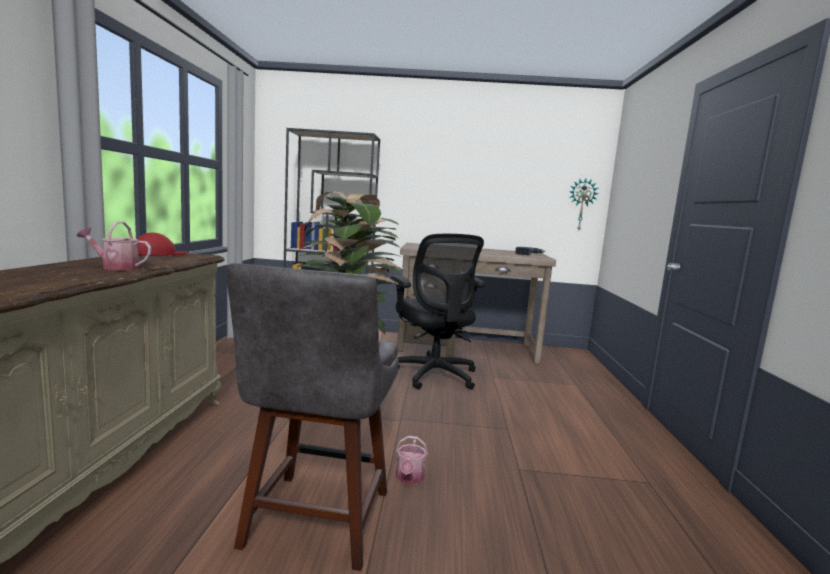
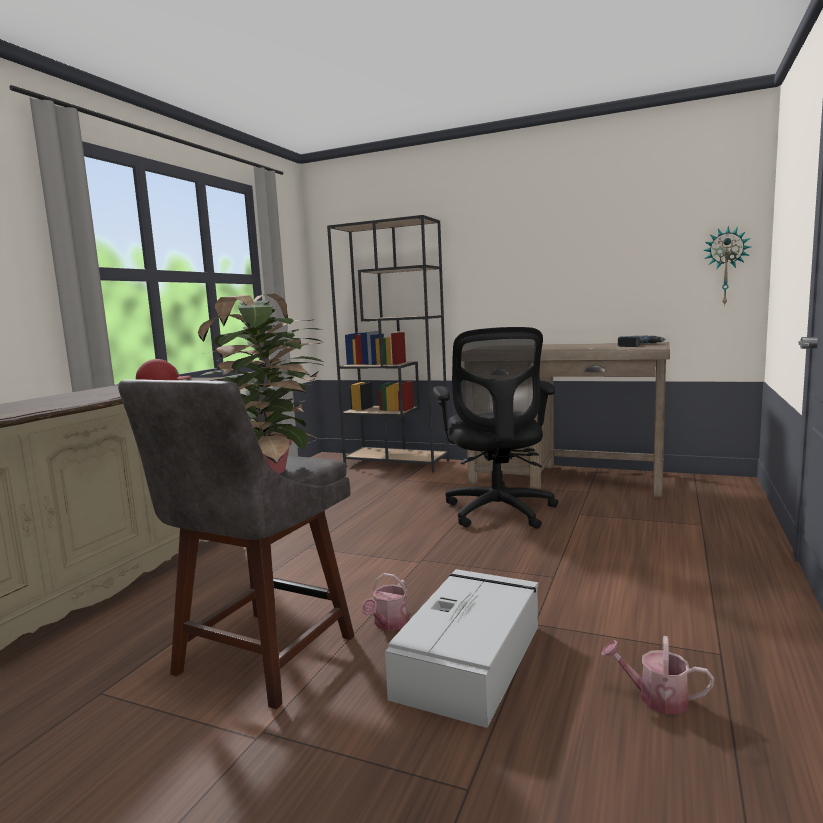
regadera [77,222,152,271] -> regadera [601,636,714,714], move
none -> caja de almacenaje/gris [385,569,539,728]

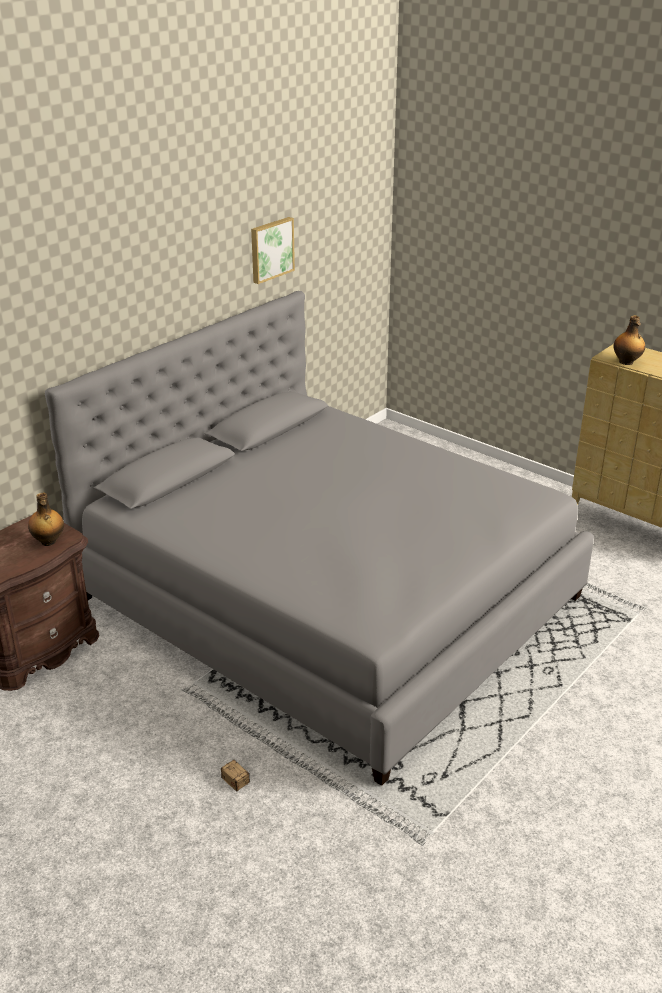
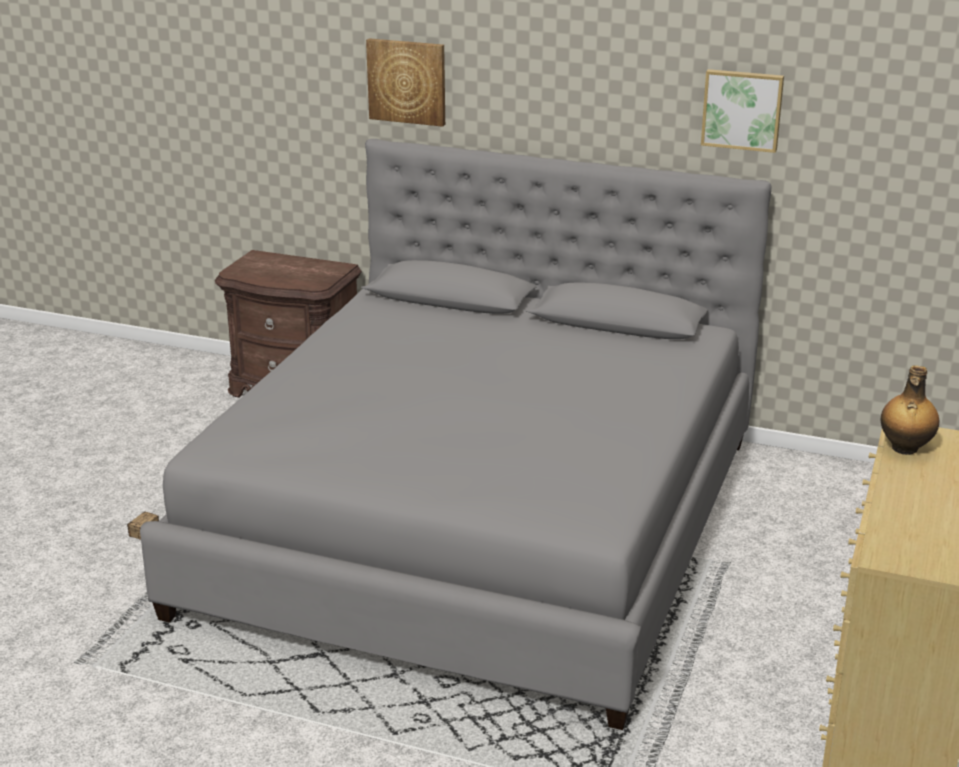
botella [28,493,64,546] -> none
none -> cuadro [366,38,445,127]

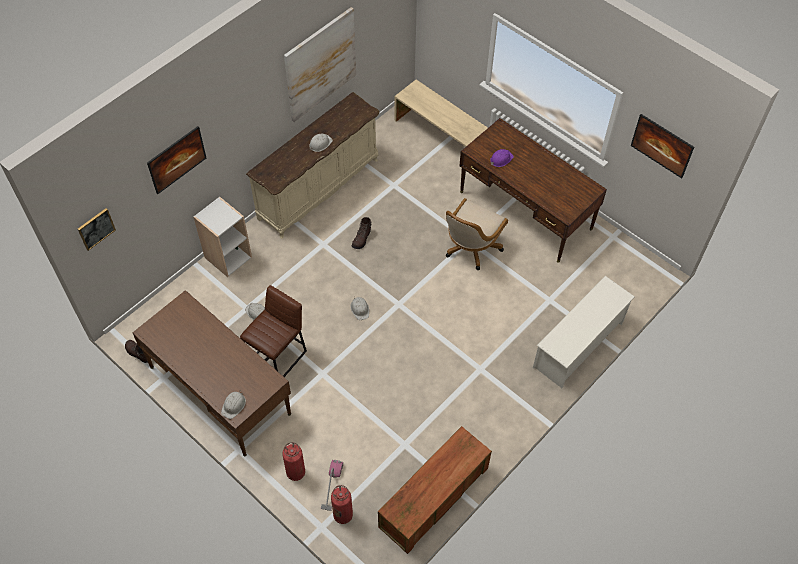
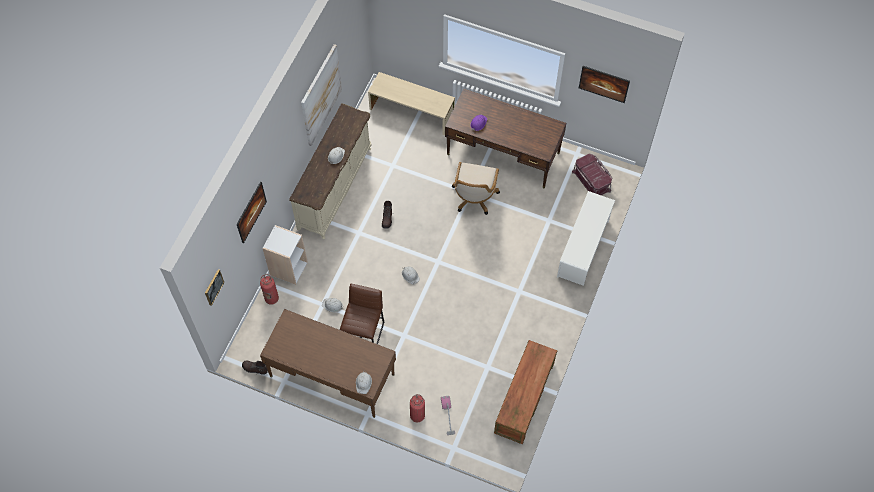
extintor [331,485,353,524] -> extintor [260,274,279,305], move
none -> caja de almacenaje/rojo [572,154,612,195]

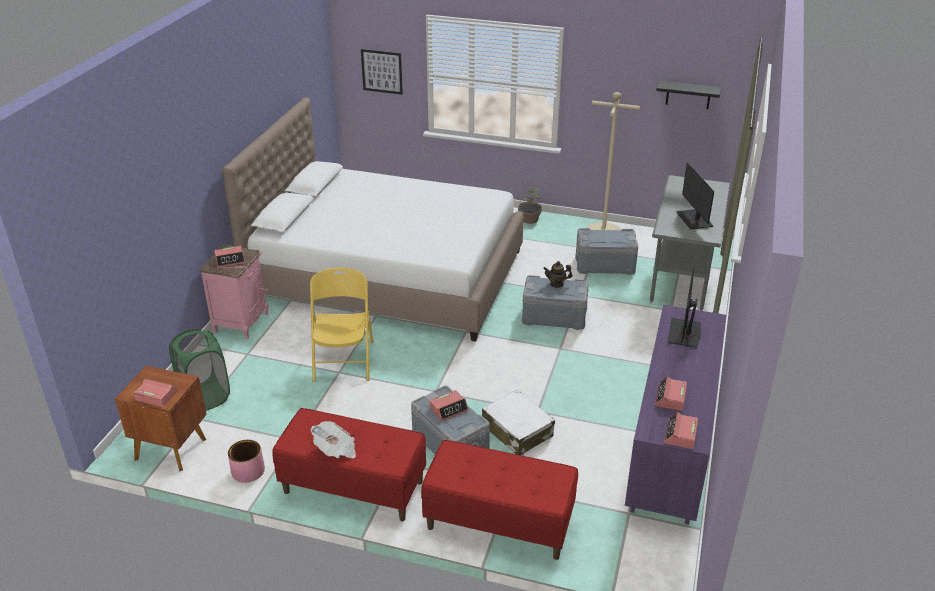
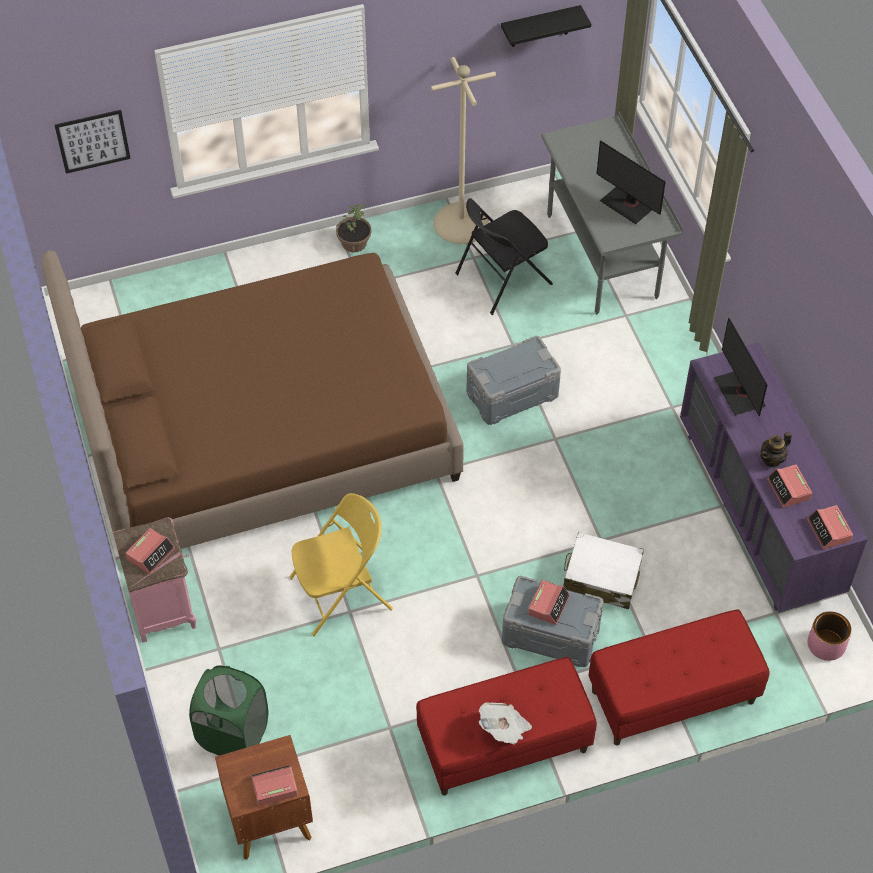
cama/blanco [222,97,523,342] -> cama/marrón [41,250,464,549]
maceta/rosa [228,440,265,483] -> maceta/rosa [808,611,852,661], move
silla/amarillo [310,267,374,382] -> silla/amarillo [289,493,393,637], 105 degrees clockwise
tetera [543,261,573,288] -> tetera [760,432,792,468], move
caja de almacenaje/gris [575,228,638,275] -> silla/negro [455,198,553,315]

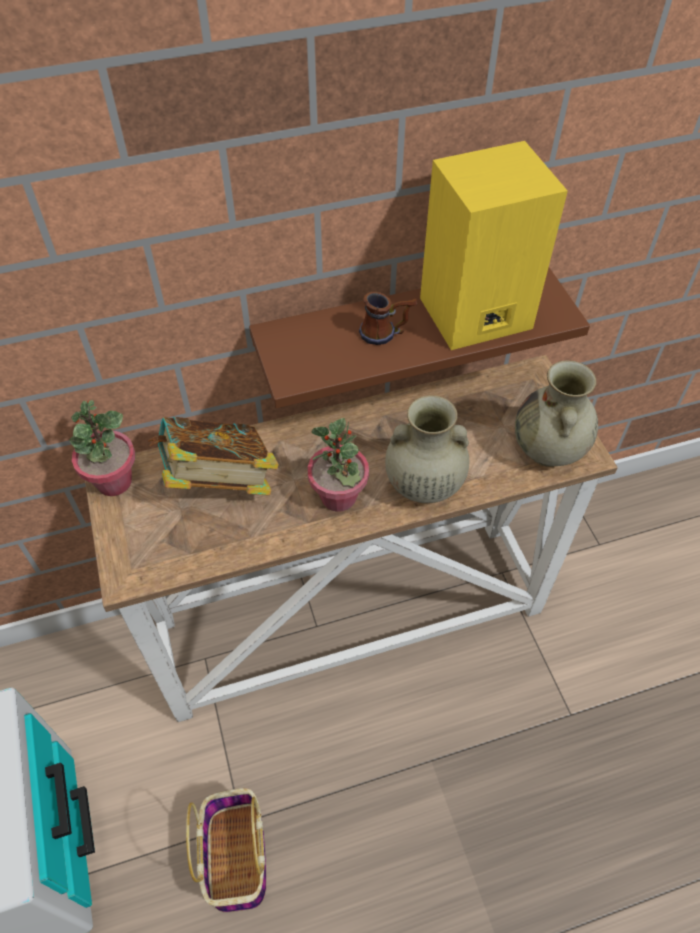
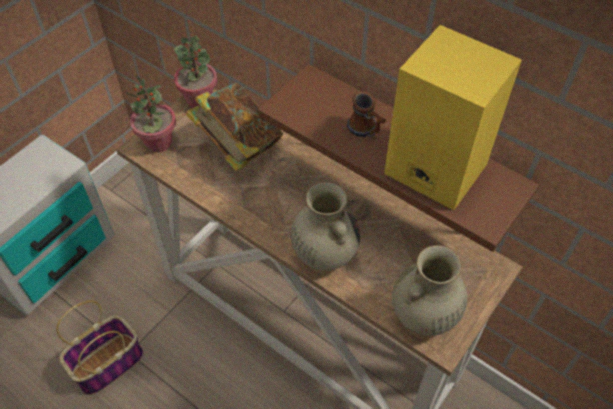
planta en maceta [307,418,369,512] -> planta en maceta [124,75,176,153], move

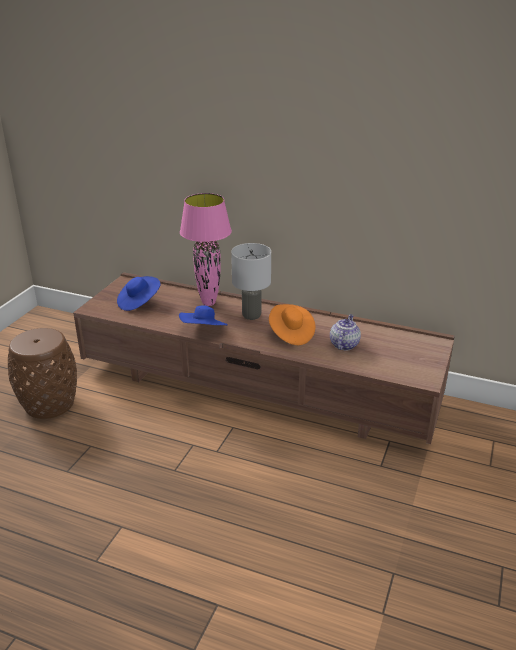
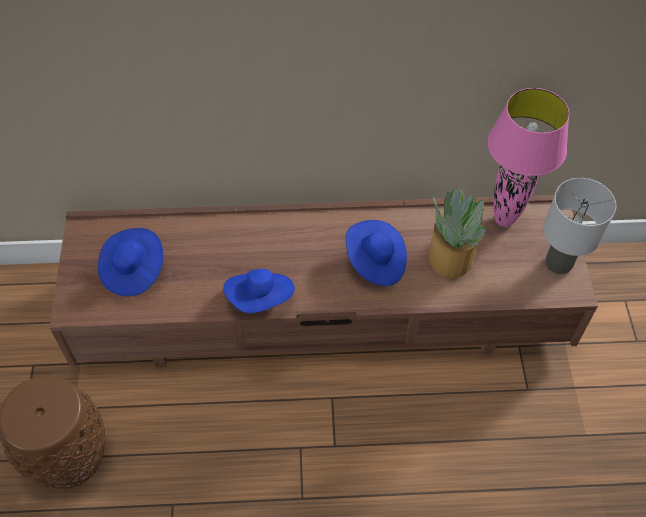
lámpara de mesa/rosa [180,193,232,306] -> lámpara de mesa/rosa [488,88,569,227], move
lámpara de mesa/blanco [231,243,271,320] -> lámpara de mesa/blanco [543,178,616,274], move
sombrero/naranja [269,304,315,345] -> sombrero/azul [346,220,407,286]
tetera [330,314,361,350] -> planta en maceta [429,187,485,278]

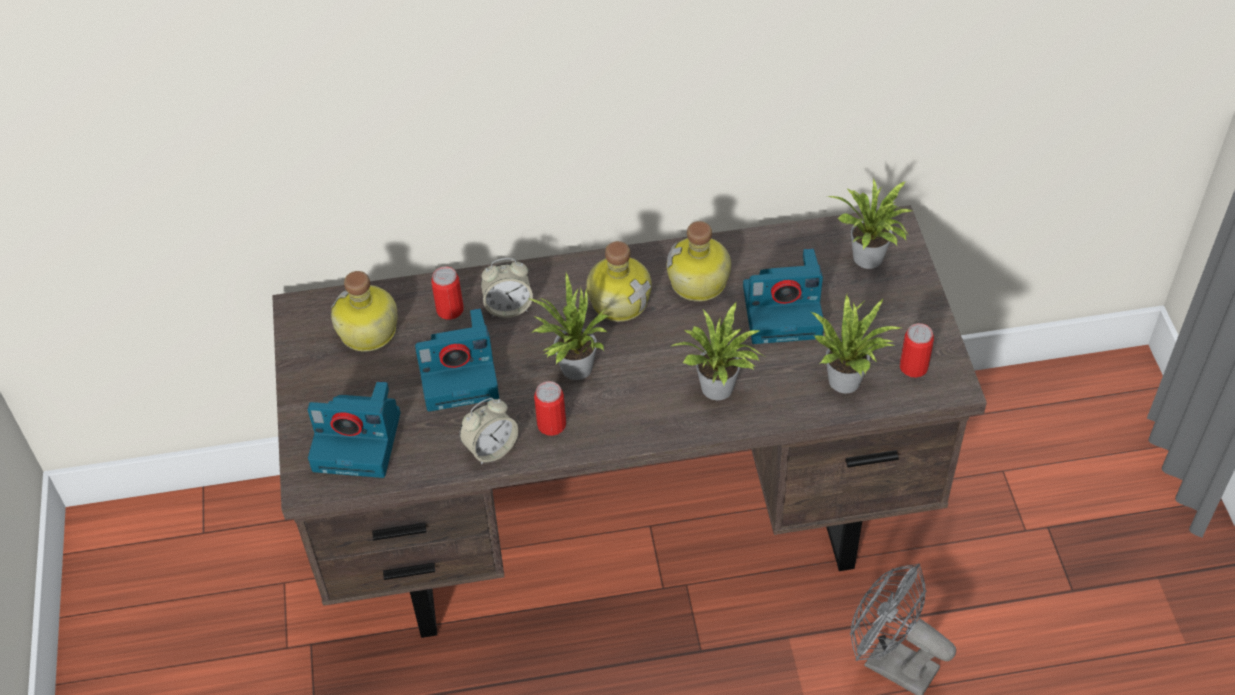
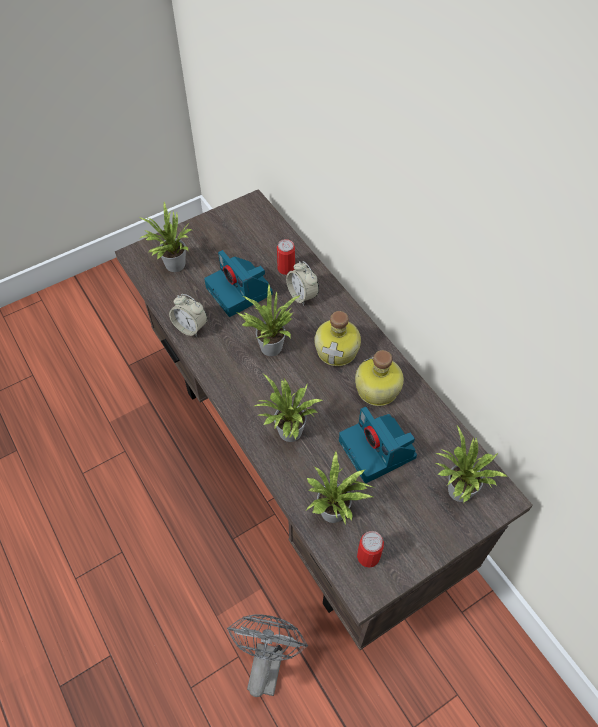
cámara [307,382,400,478] -> planta en maceta [138,202,192,272]
botella [331,271,398,352] -> none
lata [534,381,566,436] -> none

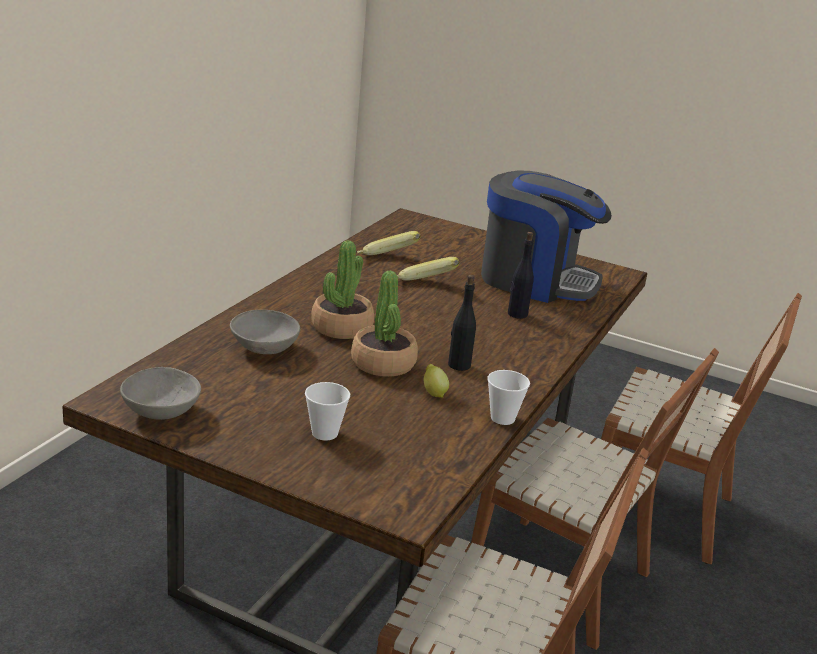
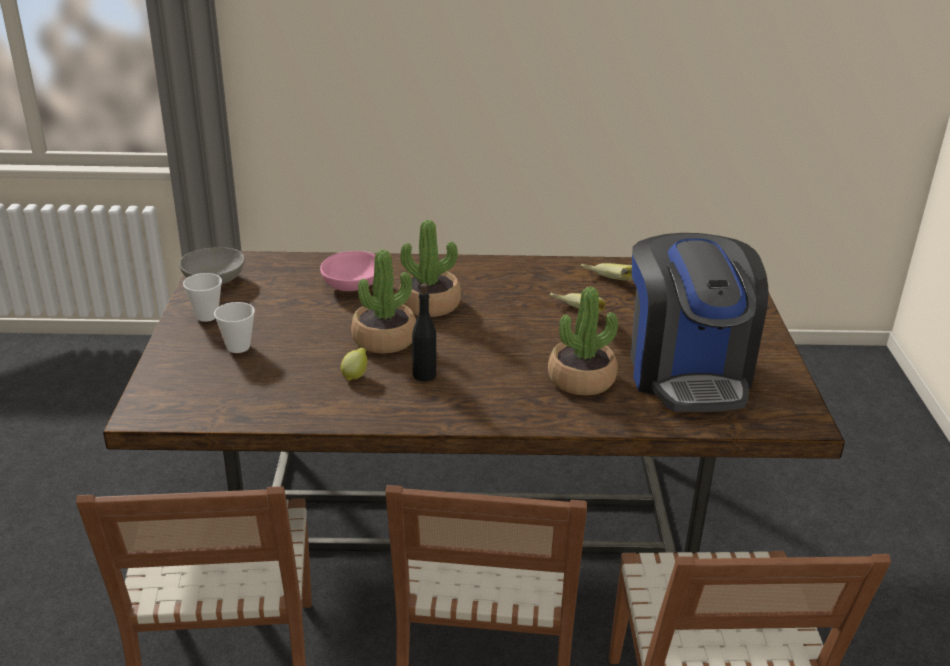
cuenco/gris [230,310,300,354] -> cuenco/rosa [320,251,375,291]
taza [487,370,530,425] -> taza [183,273,222,322], move
botella/negro [508,232,534,319] -> planta en maceta [548,287,618,395]

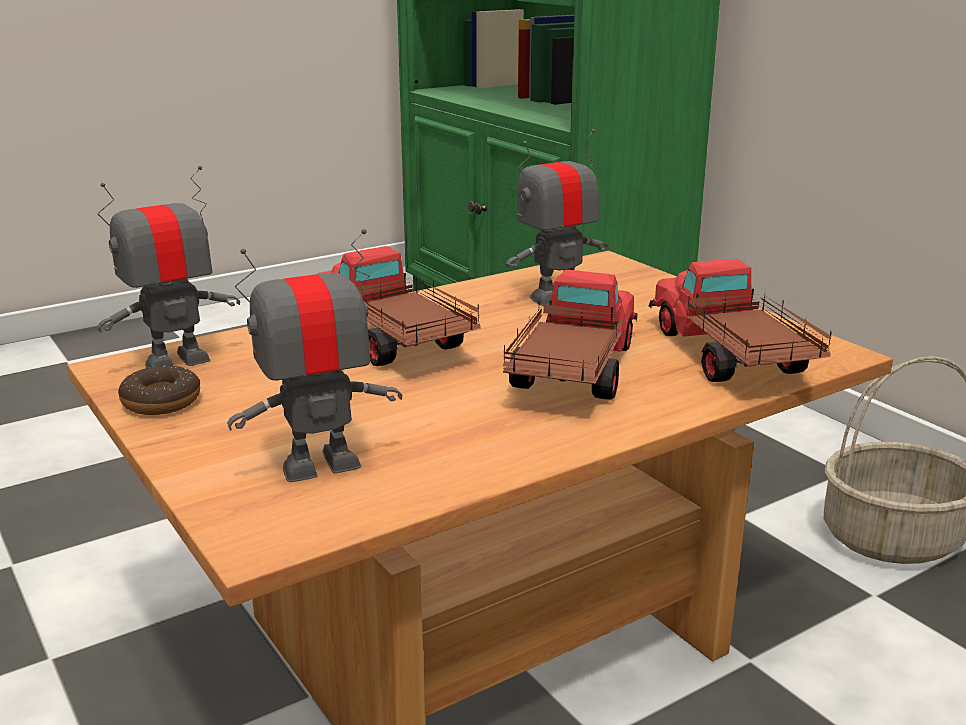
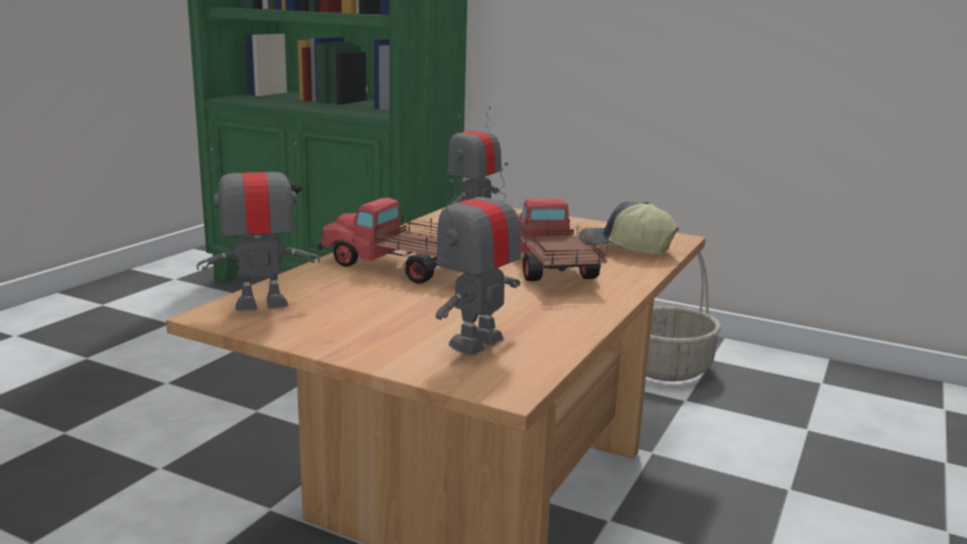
robot de juguete [97,166,240,368] -> robot de juguete [197,142,320,311], 45 degrees clockwise
rosquilla [118,365,200,415] -> none
camión de juguete [649,259,832,382] -> gorra [578,201,679,255]

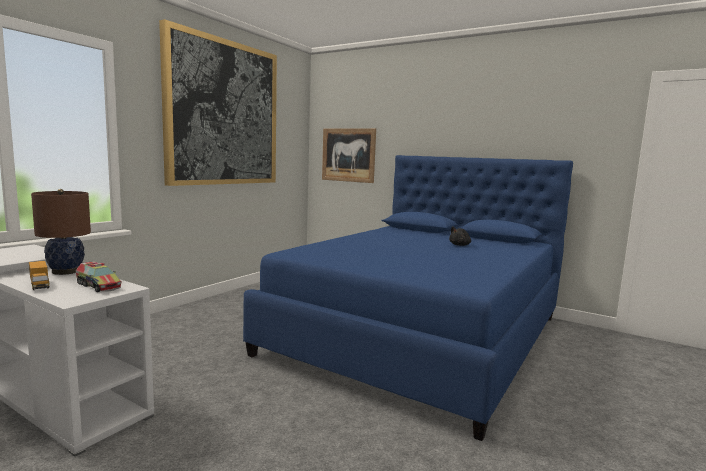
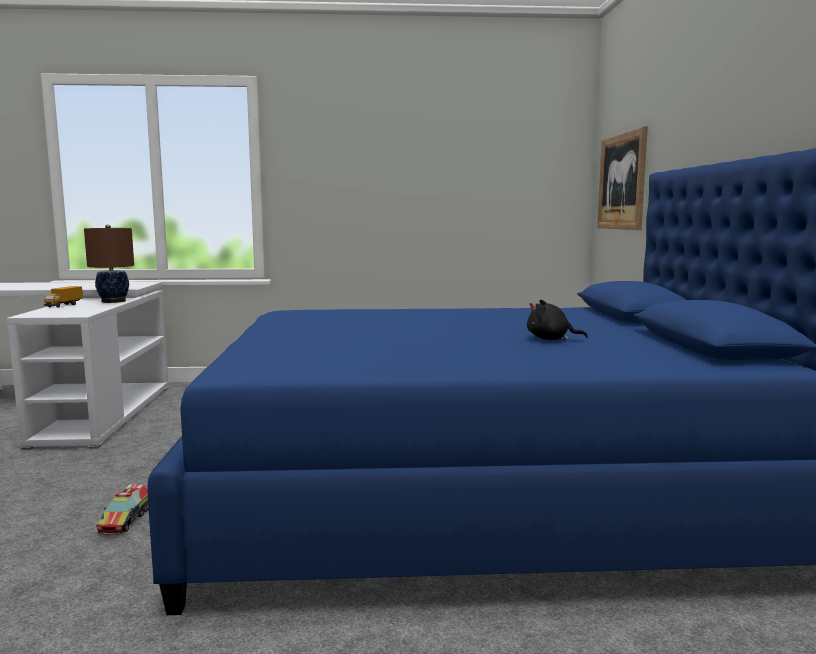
camión de juguete [76,261,121,292] -> camión de juguete [96,484,148,536], move
cuadro [159,19,277,186] -> none

